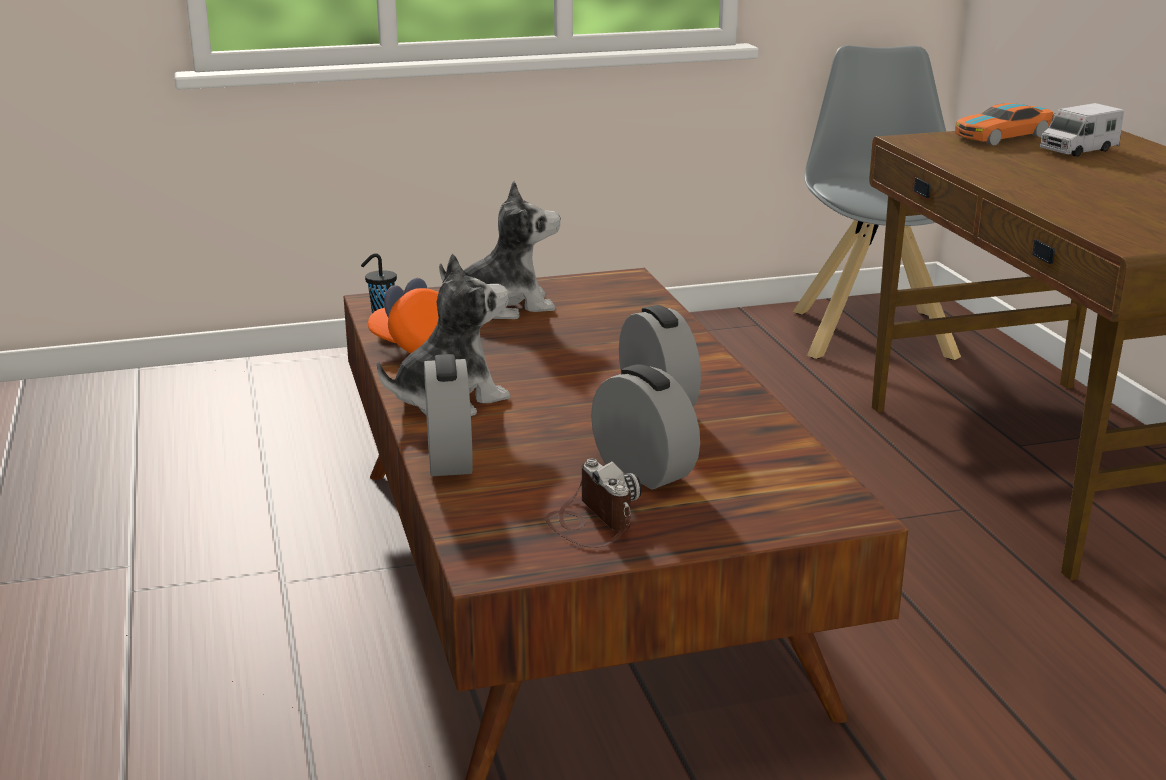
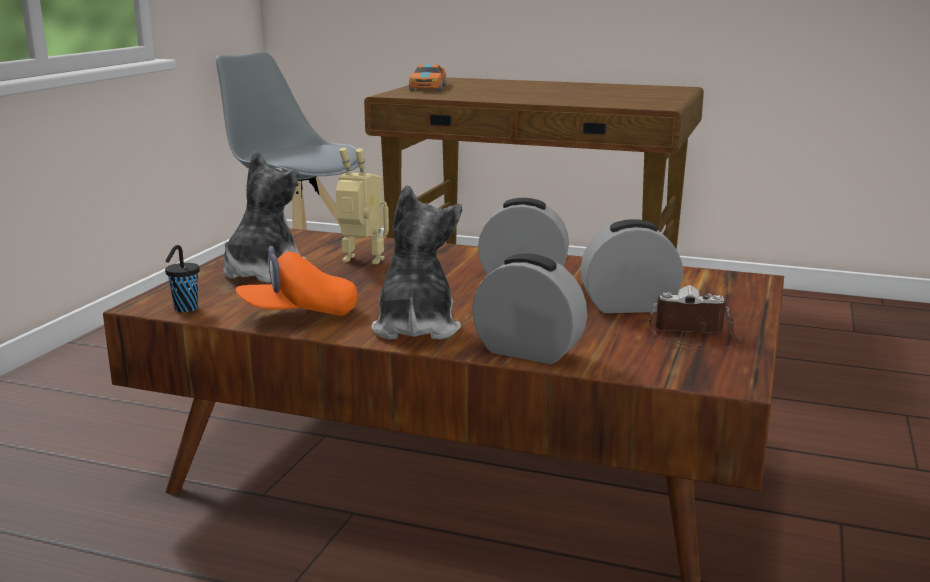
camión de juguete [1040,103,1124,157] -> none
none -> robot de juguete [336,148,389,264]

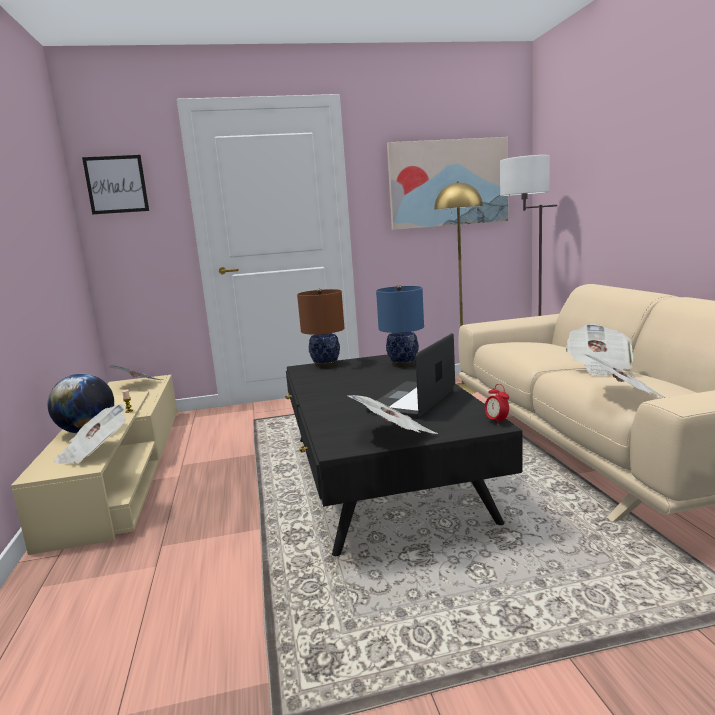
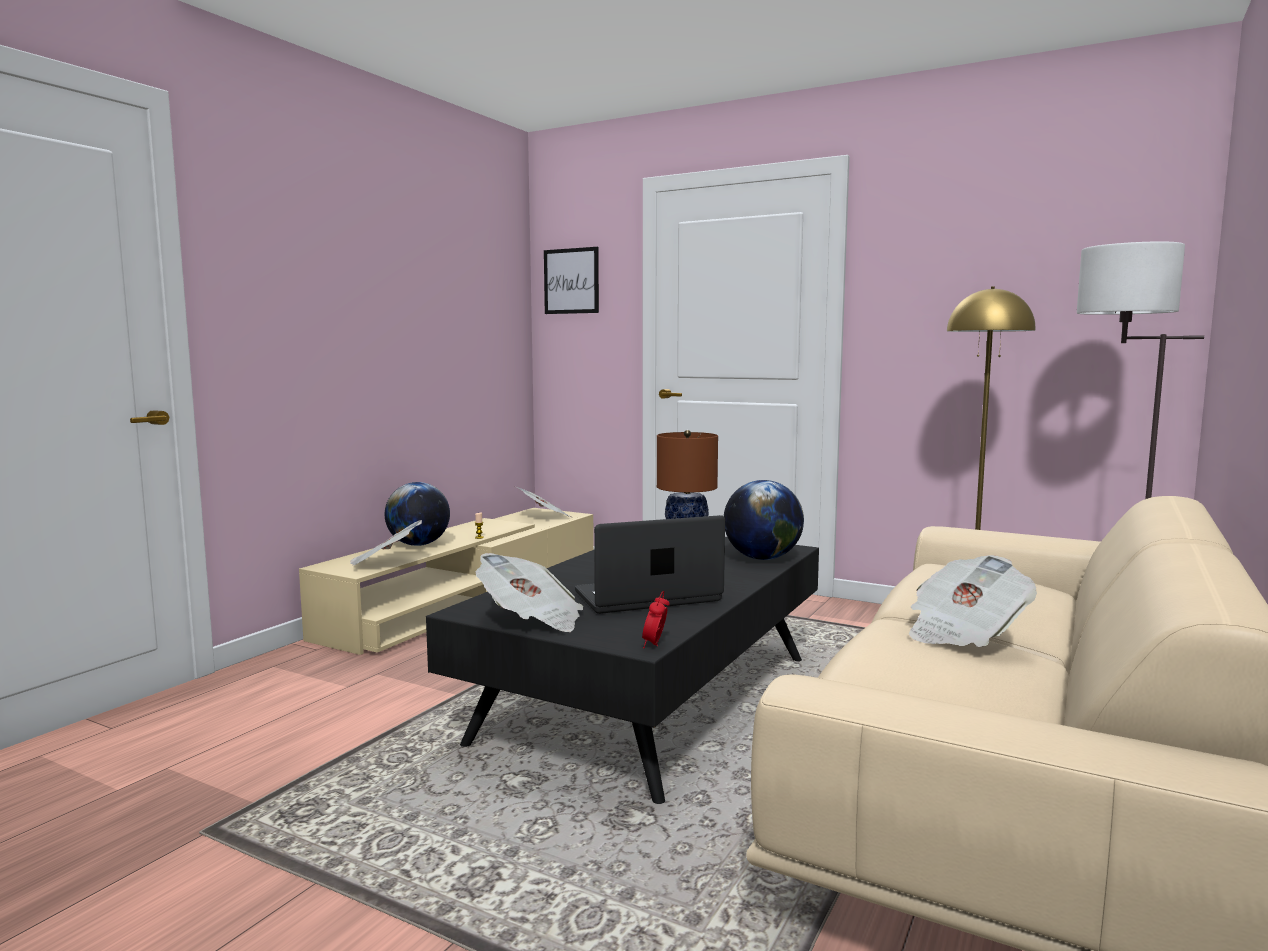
lámpara de mesa/azul [376,285,424,368] -> globo terráqueo [724,480,804,560]
cuadro [387,137,509,230] -> none
periódico [581,353,667,398] -> none

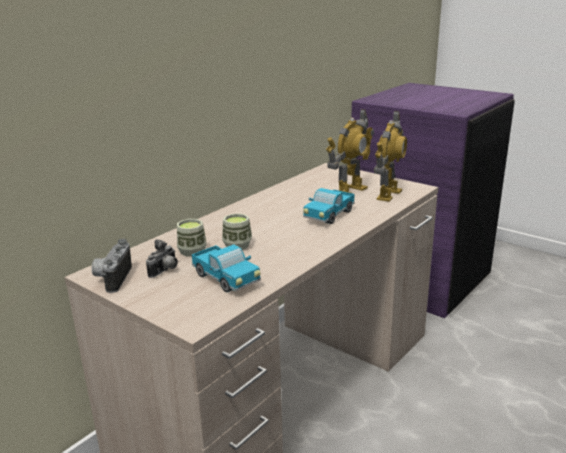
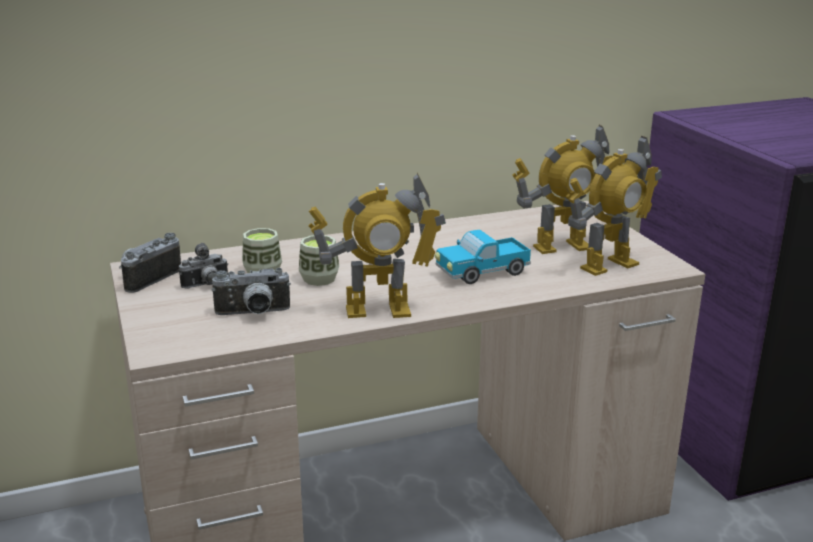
camión de juguete [192,245,261,292] -> cámara [212,268,291,315]
none -> robot de juguete [309,173,446,318]

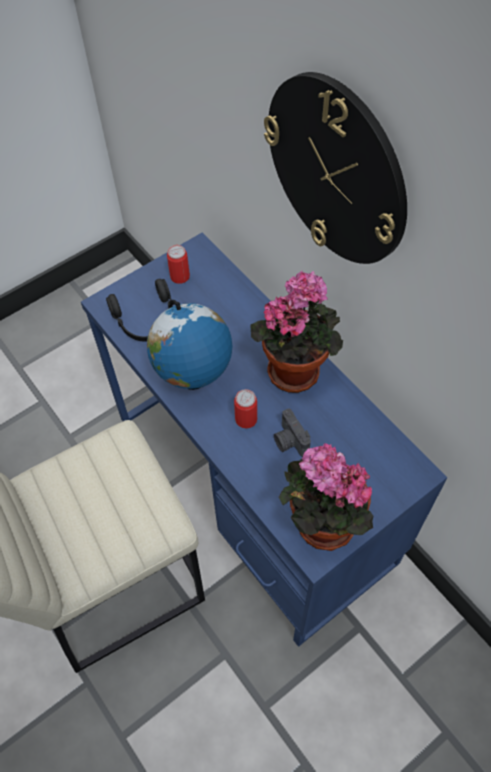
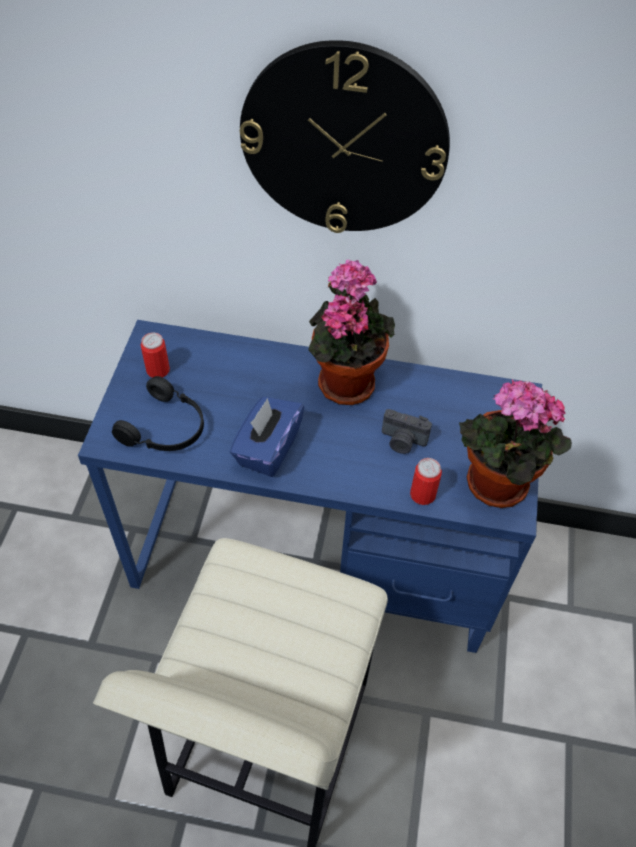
globo terráqueo [147,300,232,390] -> caja de pañuelos/azul [230,397,304,477]
lata [234,389,257,429] -> lata [410,458,442,505], move

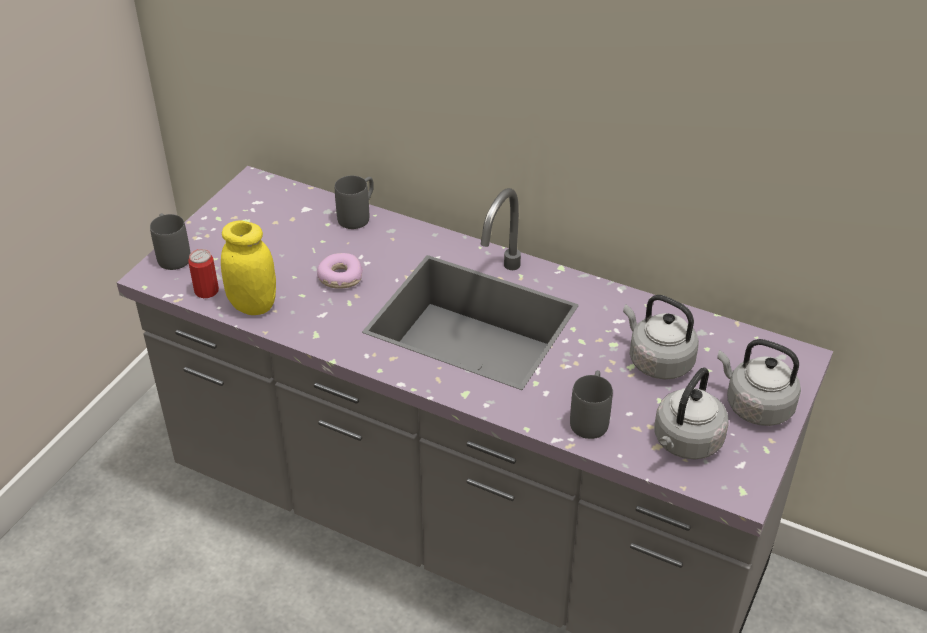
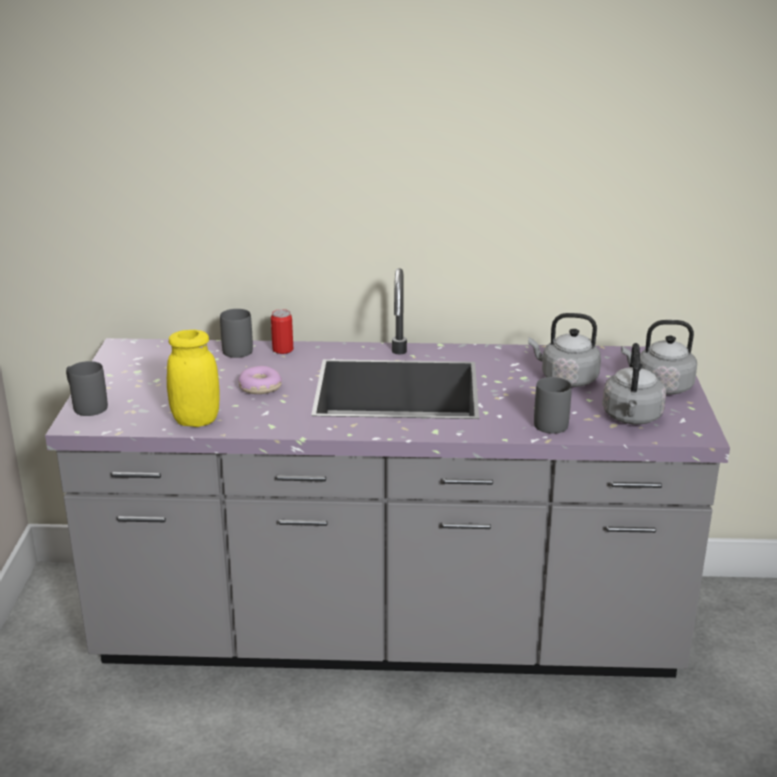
lata [188,249,219,298] -> lata [271,309,293,354], move

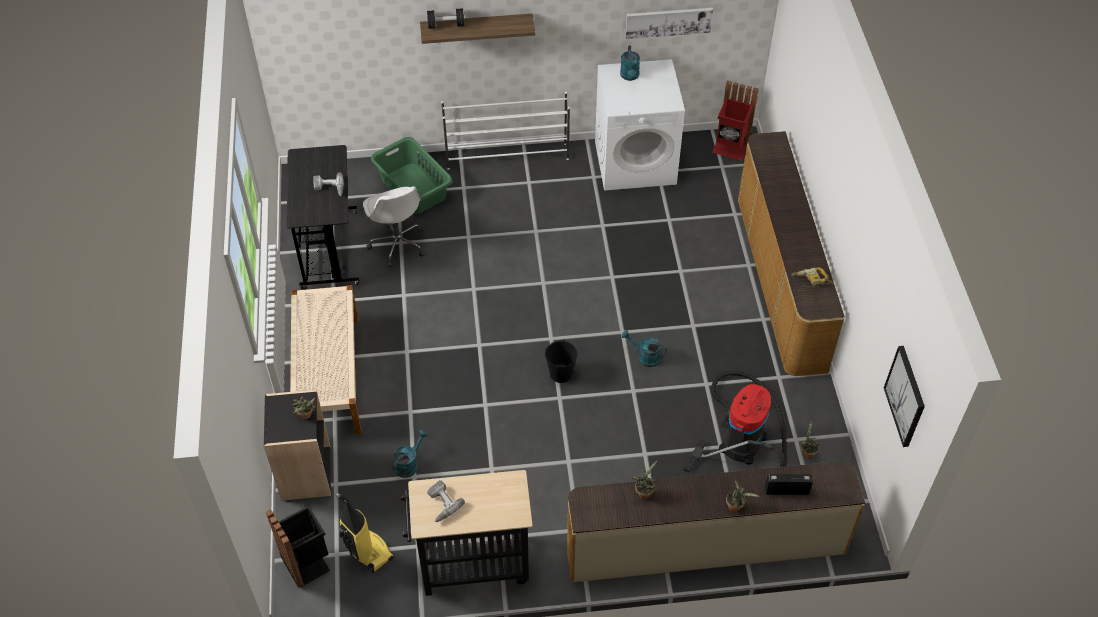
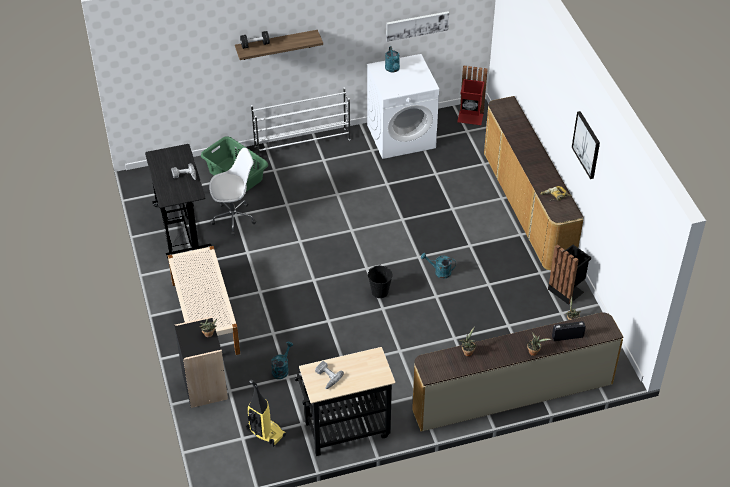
papelera/negro [266,506,330,588] -> papelera/negro [548,244,591,305], move
silla de oficina/blanco [363,186,425,267] -> silla de oficina/blanco [209,148,256,235], 75 degrees counterclockwise
aspiradora [683,371,787,473] -> none
cuadro [884,346,925,447] -> cuadro [572,111,600,179], move

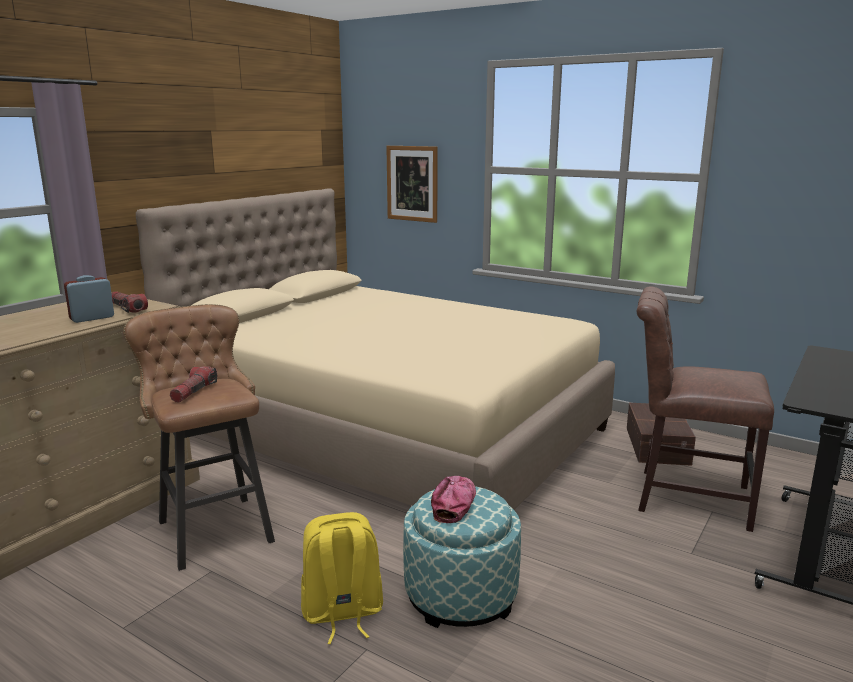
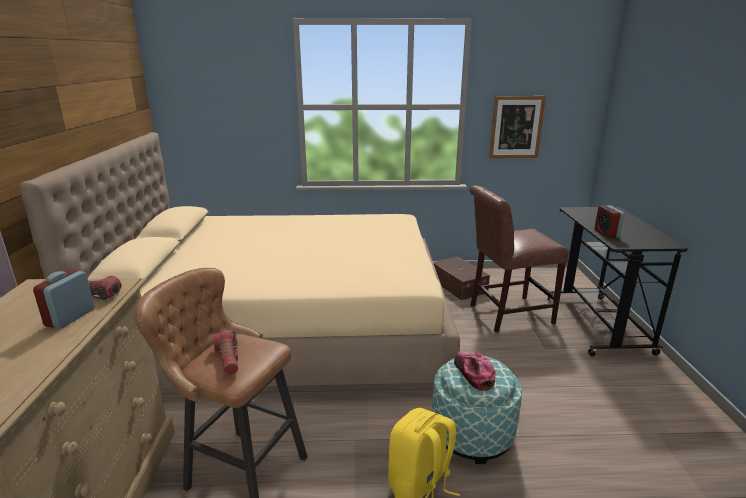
cuadro [386,146,438,223] -> cuadro [489,96,546,158], move
none -> despertador [595,205,625,238]

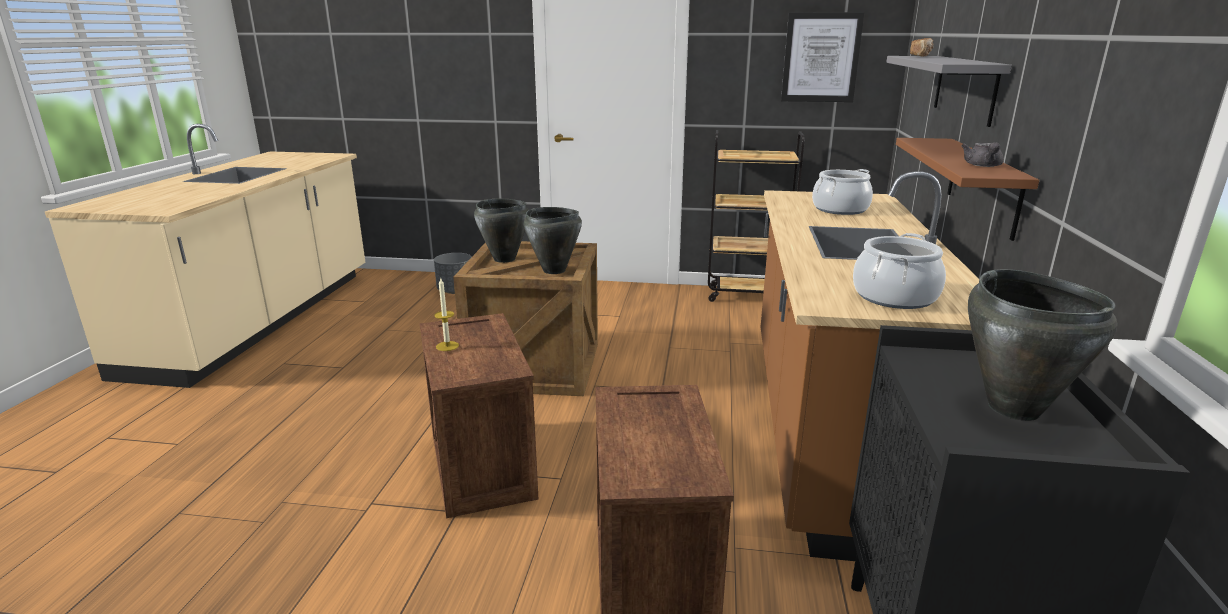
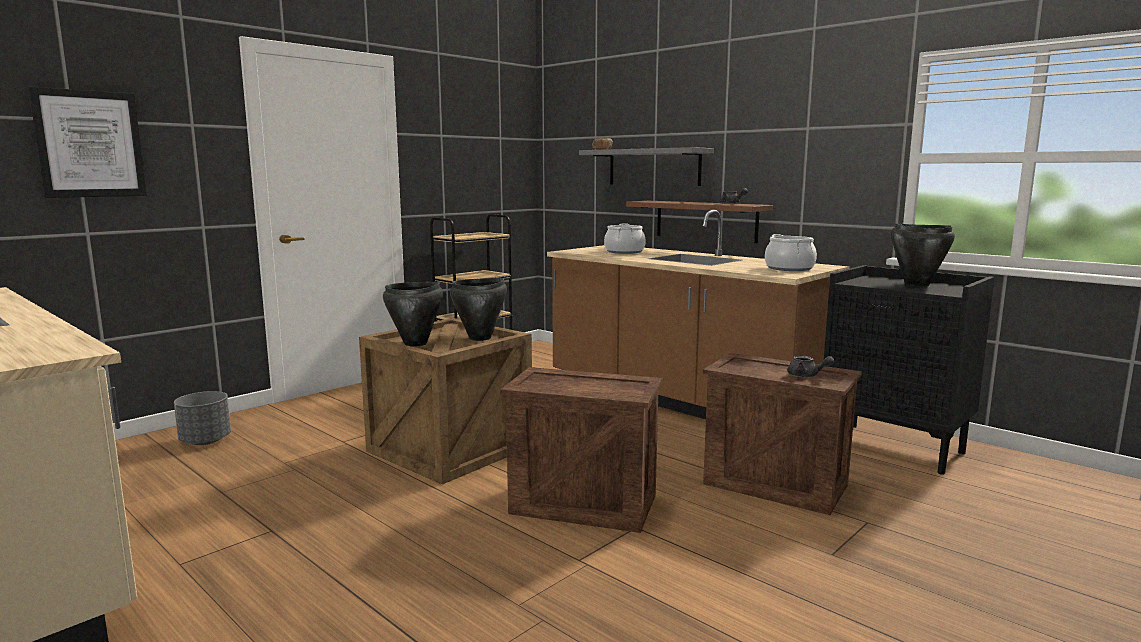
vela [434,278,459,351] -> none
cuadro [781,12,864,102] -> cuadro [28,86,147,198], move
none -> tetera/gris [788,356,834,377]

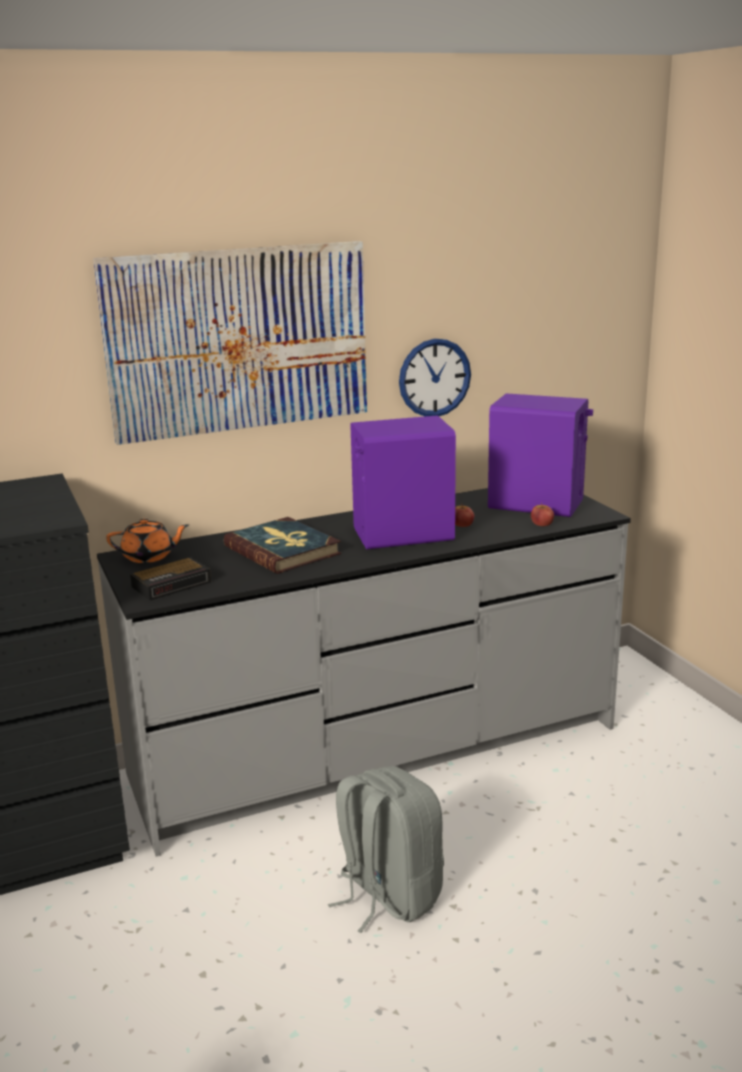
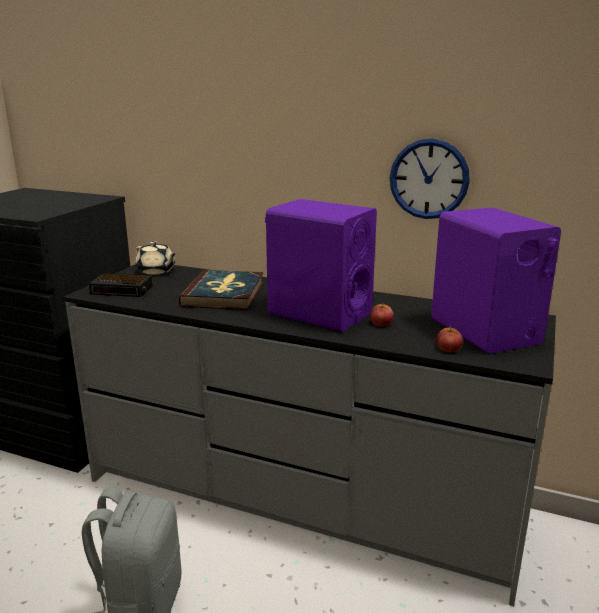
cuadro [93,241,367,445] -> none
tetera/naranja [106,518,189,563] -> tetera/beis [135,241,176,275]

